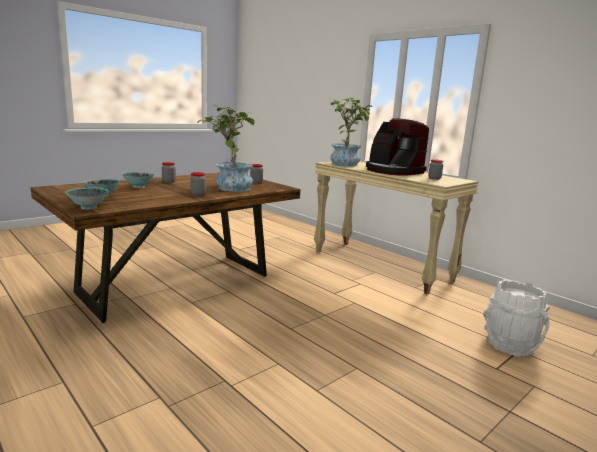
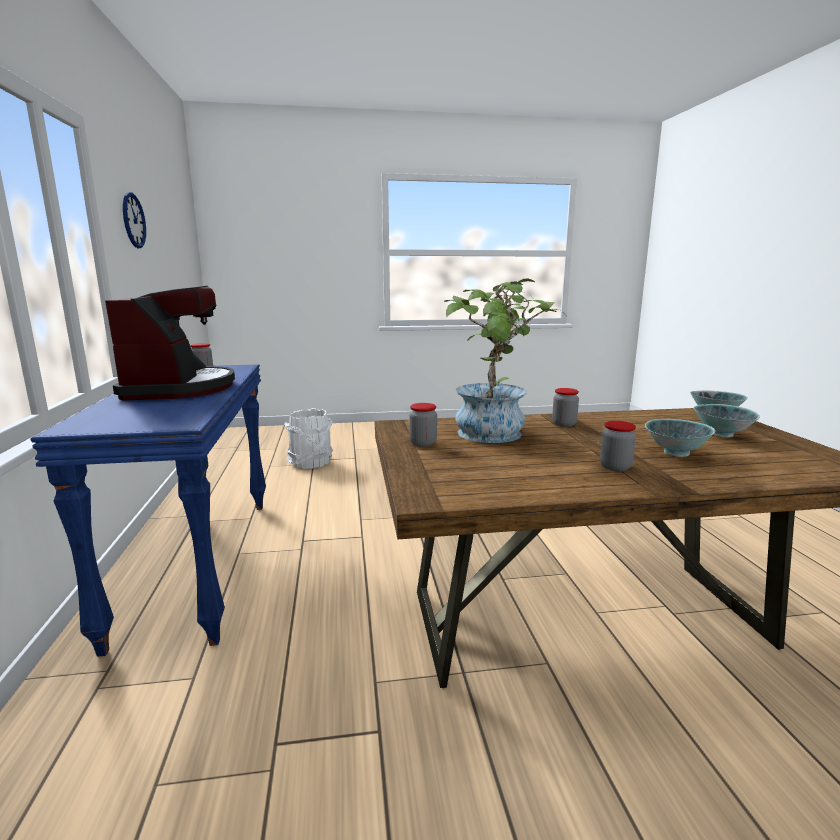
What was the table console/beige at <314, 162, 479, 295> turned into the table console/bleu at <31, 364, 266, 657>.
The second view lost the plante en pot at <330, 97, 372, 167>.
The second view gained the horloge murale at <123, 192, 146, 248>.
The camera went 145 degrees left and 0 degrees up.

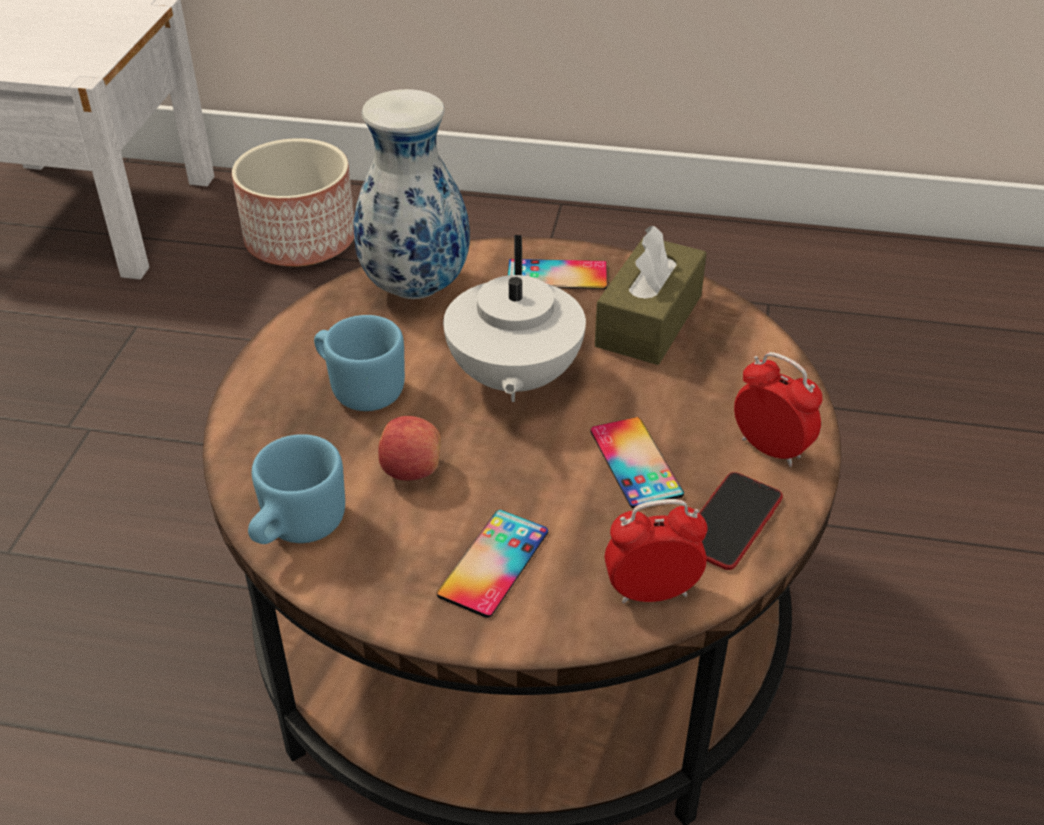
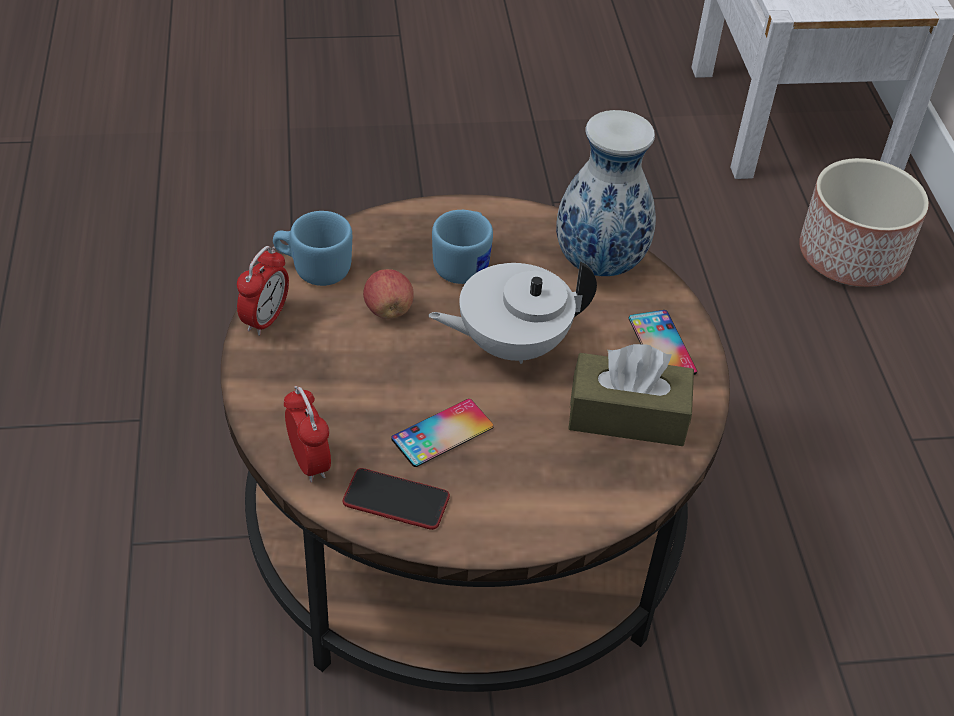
The second view lost the téléphone at <437, 510, 548, 618>.
The réveil ended up elsewhere, having gone from <734, 352, 823, 467> to <237, 246, 289, 336>.
The camera went 70 degrees right and 5 degrees up.

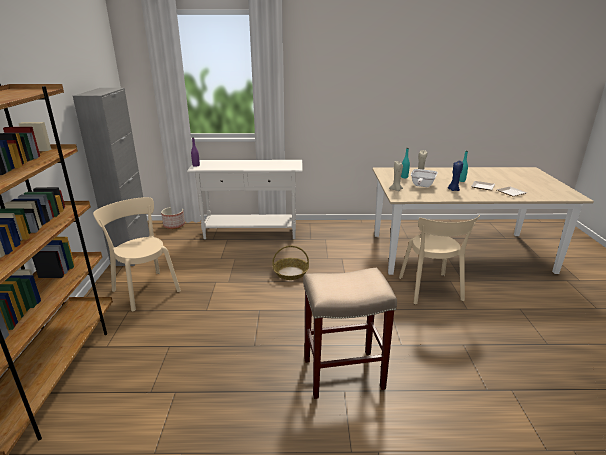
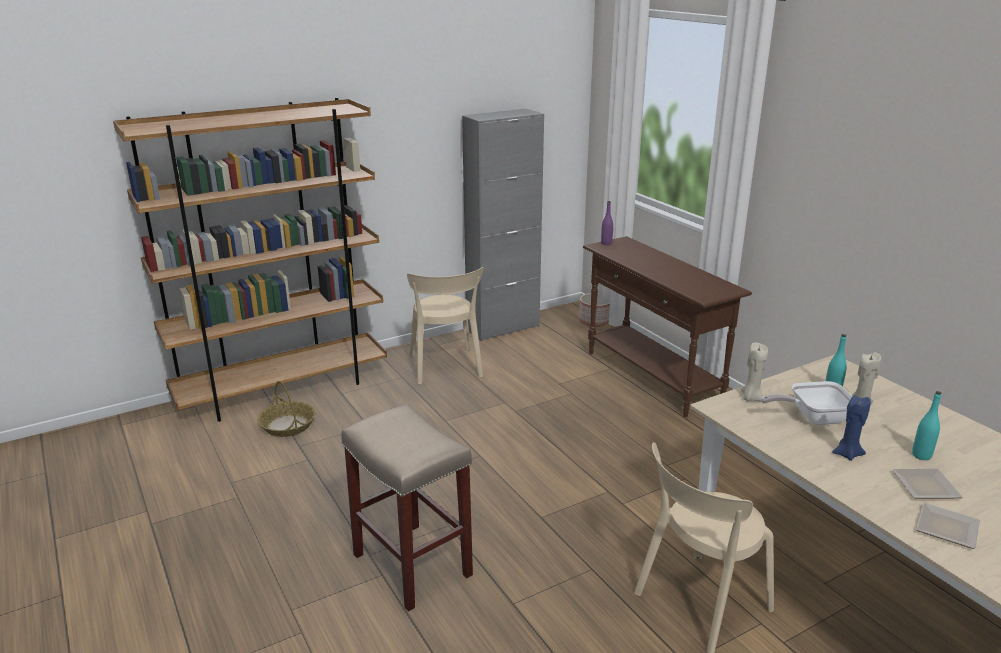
The chaise/beige at <93, 197, 181, 312> ended up facing another way, 150 degrees clockwise from before.
What was the table console/blanc at <187, 160, 303, 239> turned into the table console/marron at <583, 236, 752, 417>.
The panier ended up elsewhere, having gone from <272, 246, 309, 280> to <257, 381, 315, 437>.
The camera went 60 degrees right and 0 degrees up.

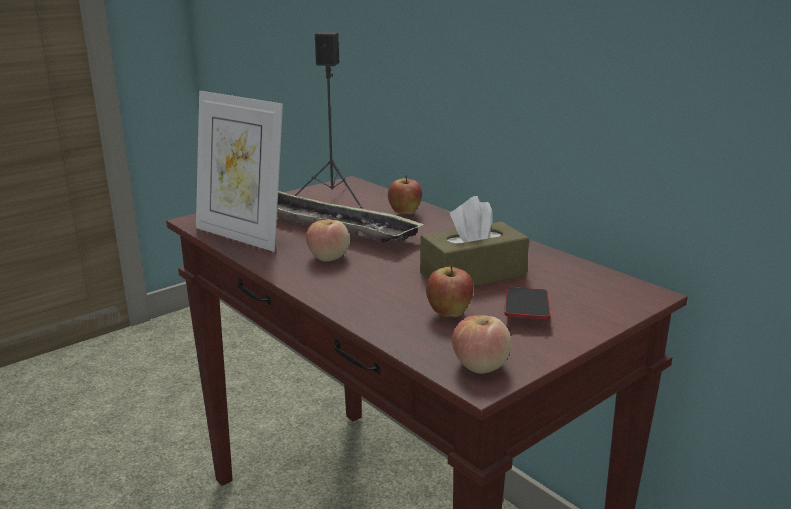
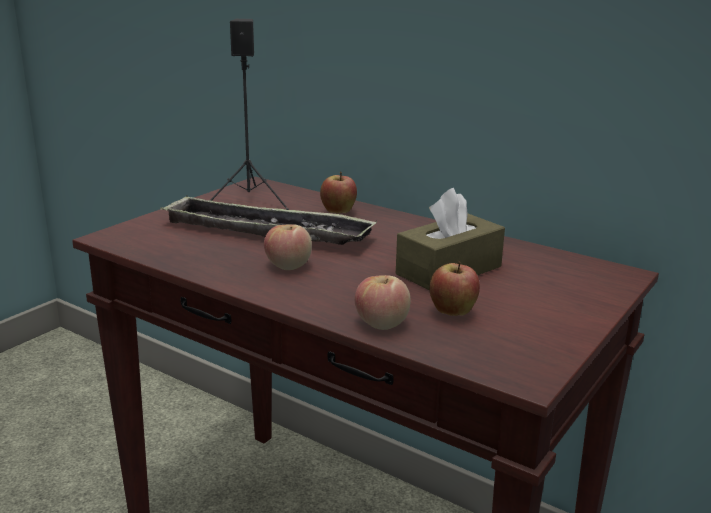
The second view lost the cadre photo at <196, 91, 283, 252>.
The pomme ended up elsewhere, having gone from <452, 315, 511, 374> to <355, 275, 411, 330>.
The second view lost the téléphone at <504, 287, 551, 319>.
The camera went 15 degrees left and 0 degrees up.

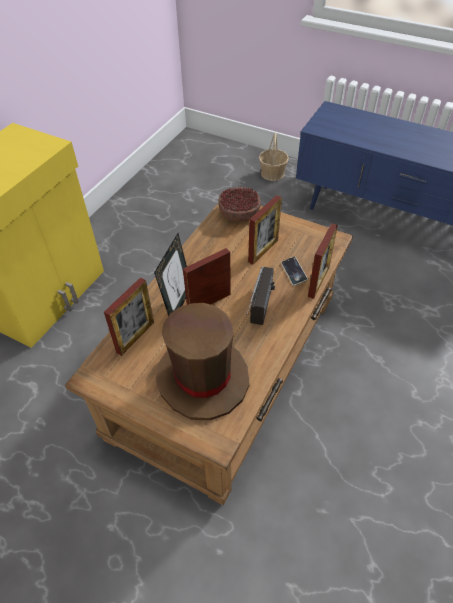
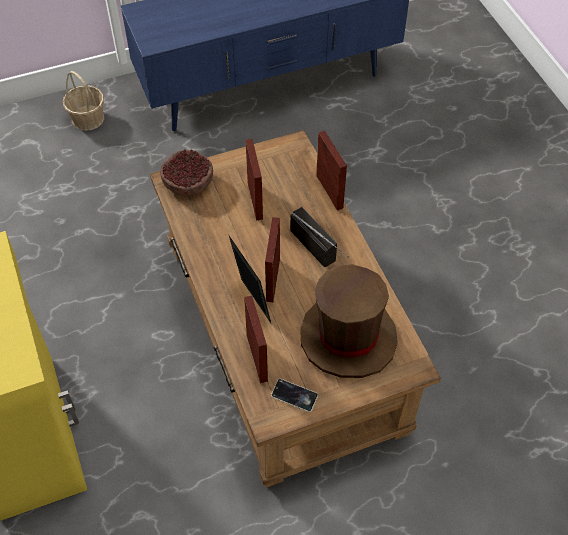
The téléphone ended up elsewhere, having gone from <281, 256, 308, 286> to <271, 378, 318, 412>.
The camera went 50 degrees left and 5 degrees up.

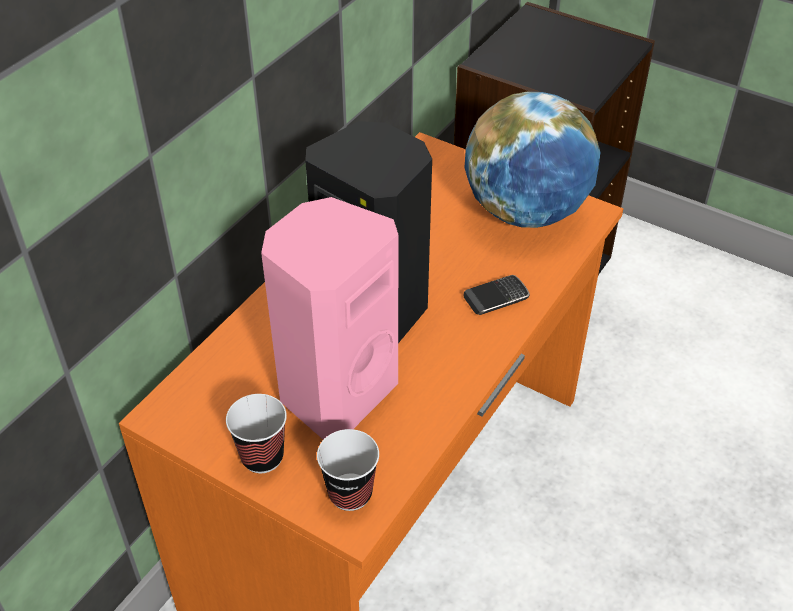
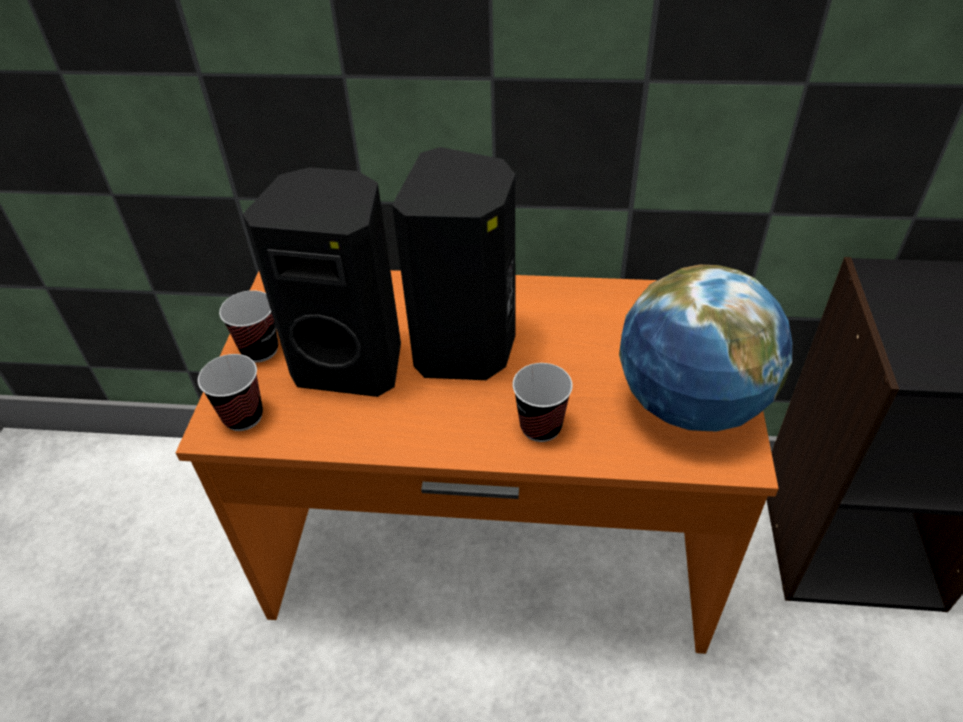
What was the enceinte/rose at <261, 197, 398, 439> turned into the enceinte/noir at <242, 167, 401, 397>.
Where the téléphone stood at <464, 275, 530, 315>, the tasse came to stand at <512, 363, 573, 442>.
The camera went 65 degrees right and 0 degrees up.

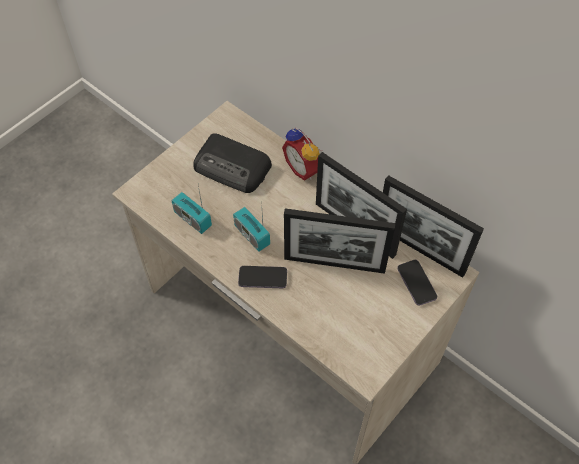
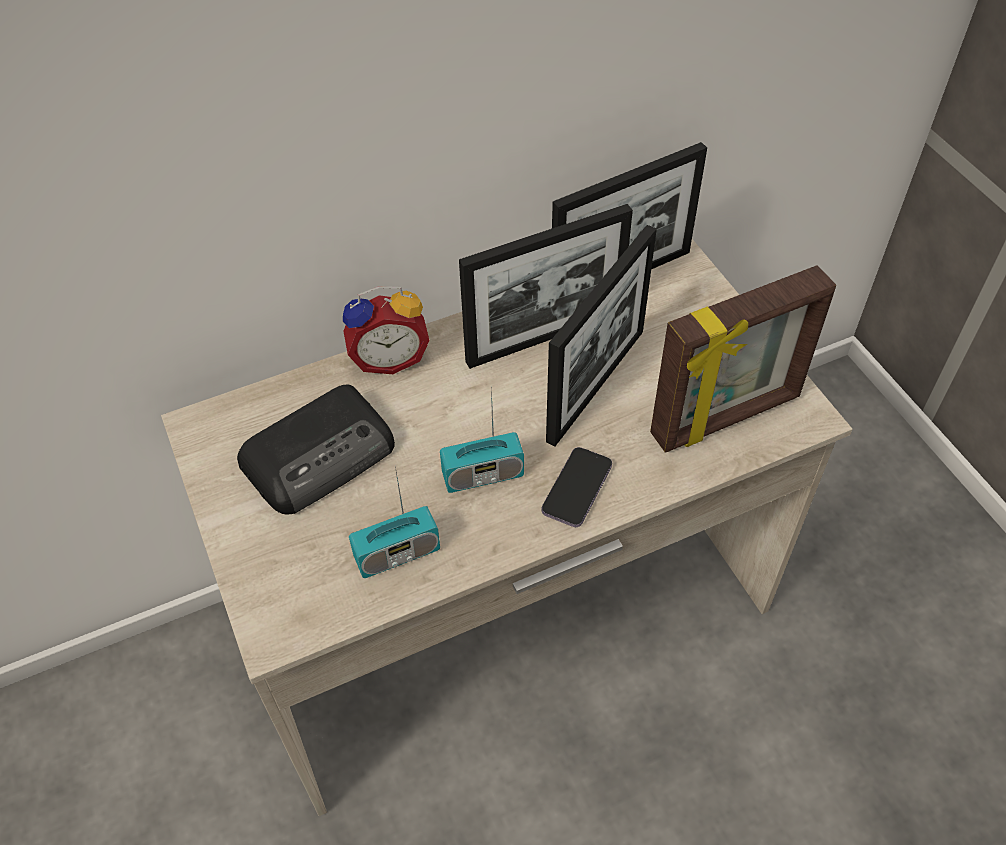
The second view lost the téléphone at <397, 260, 437, 306>.
The second view gained the cadre photo at <650, 265, 836, 453>.
The camera went 65 degrees left and 5 degrees down.

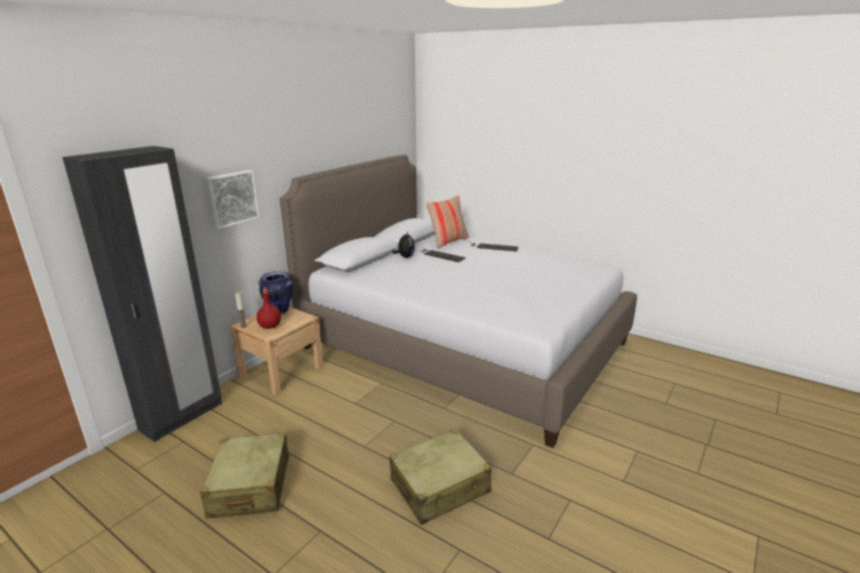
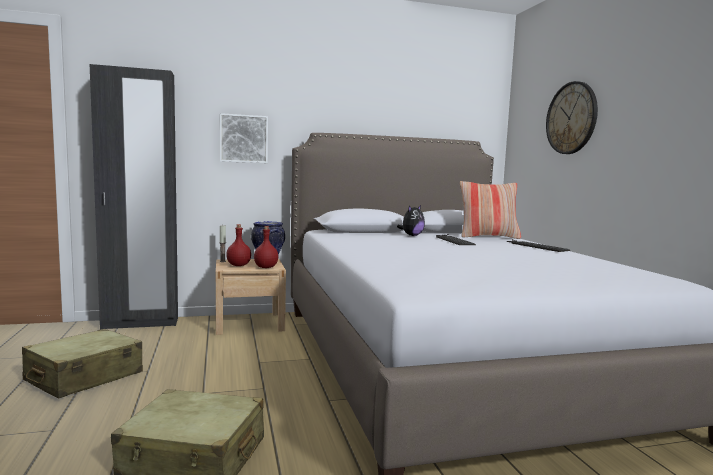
The second view gained the bouteille/rouge at <254, 226, 278, 268>.
The second view gained the horloge murale at <546, 81, 598, 154>.
The camera went 40 degrees right and 15 degrees down.

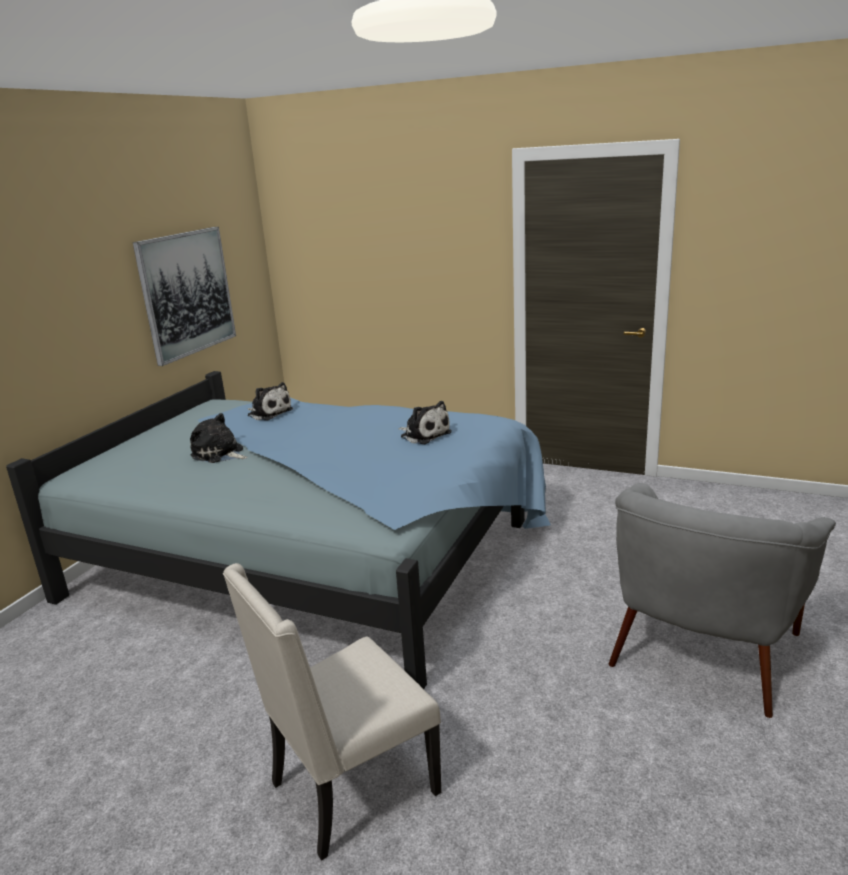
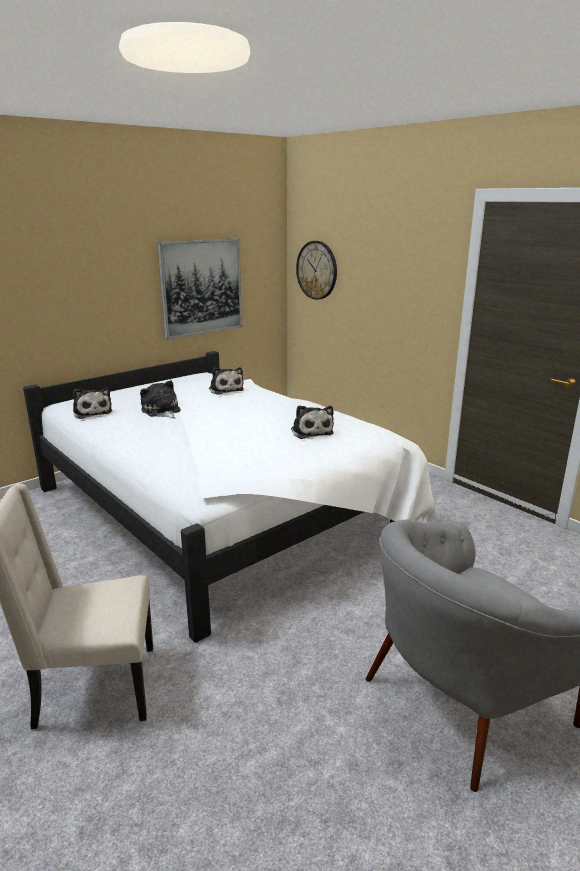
What was the lit/bleu at <6, 371, 551, 689> turned into the lit/blanc at <23, 351, 436, 643>.
The second view gained the peluche at <73, 388, 112, 419>.
The second view gained the horloge murale at <296, 241, 337, 300>.
The camera went 25 degrees right and 0 degrees up.

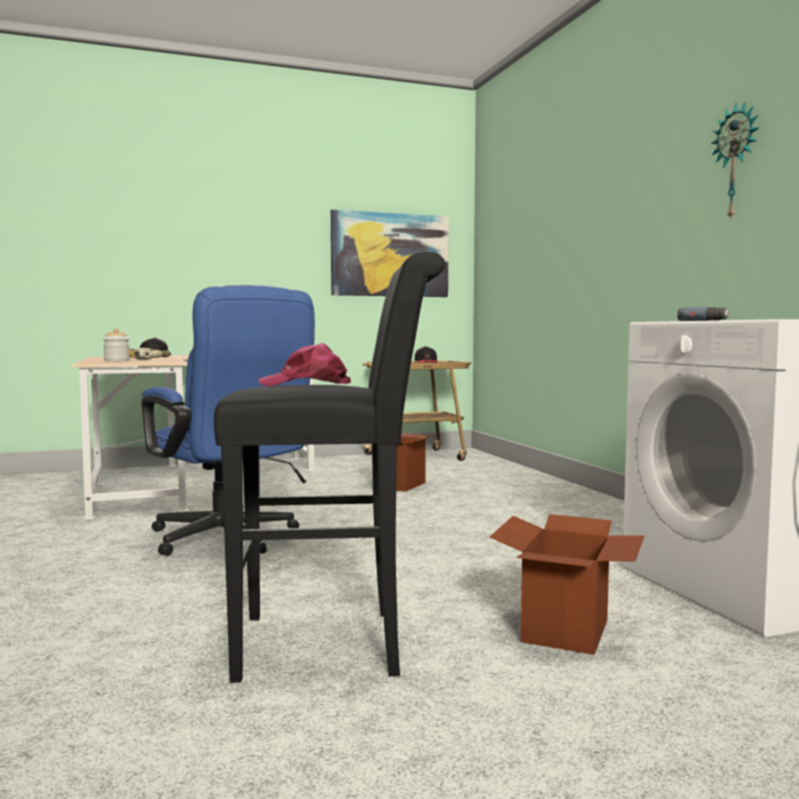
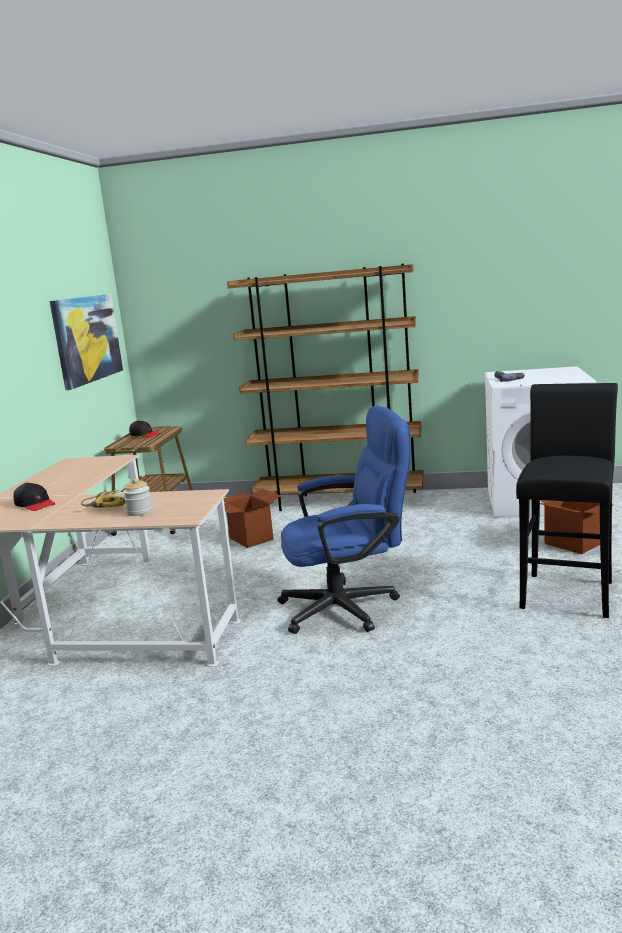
The second view lost the casquette/rose at <258, 343, 351, 386>.
The second view lost the horloge murale at <711, 102, 760, 221>.
The second view gained the bibliothèque/marron at <227, 264, 424, 511>.
The camera went 60 degrees left and 10 degrees up.

